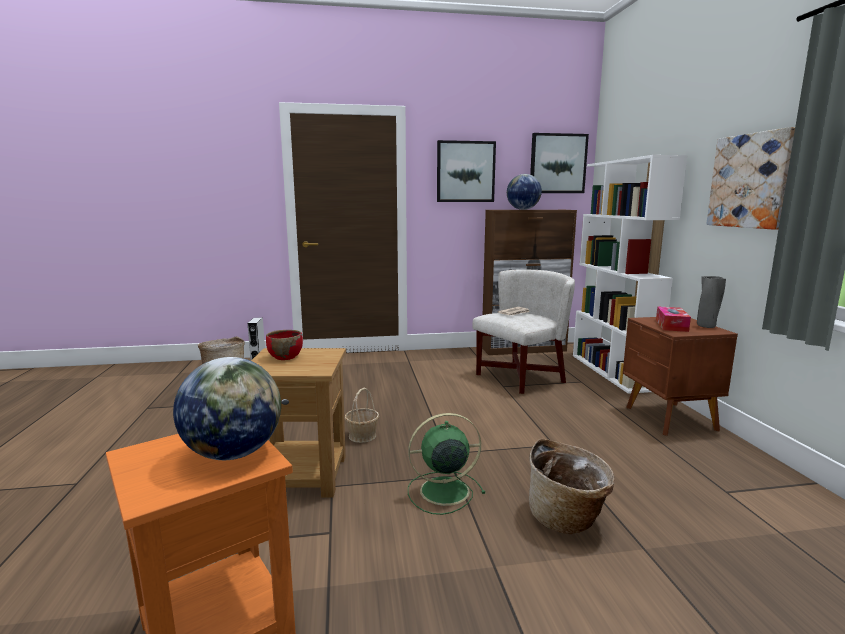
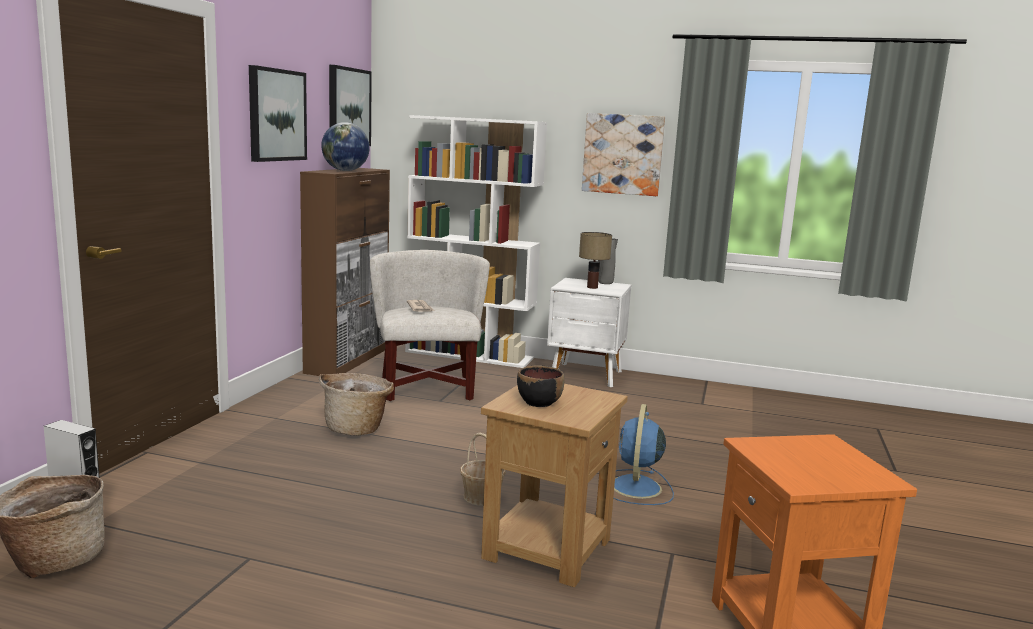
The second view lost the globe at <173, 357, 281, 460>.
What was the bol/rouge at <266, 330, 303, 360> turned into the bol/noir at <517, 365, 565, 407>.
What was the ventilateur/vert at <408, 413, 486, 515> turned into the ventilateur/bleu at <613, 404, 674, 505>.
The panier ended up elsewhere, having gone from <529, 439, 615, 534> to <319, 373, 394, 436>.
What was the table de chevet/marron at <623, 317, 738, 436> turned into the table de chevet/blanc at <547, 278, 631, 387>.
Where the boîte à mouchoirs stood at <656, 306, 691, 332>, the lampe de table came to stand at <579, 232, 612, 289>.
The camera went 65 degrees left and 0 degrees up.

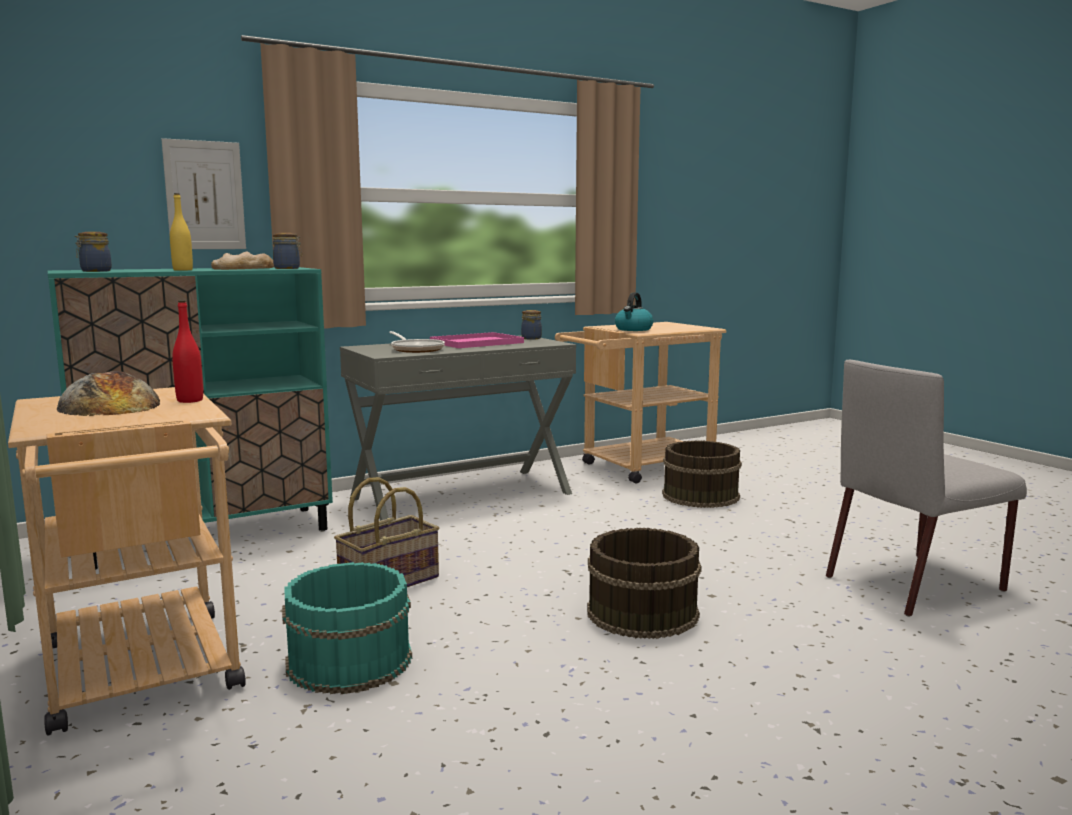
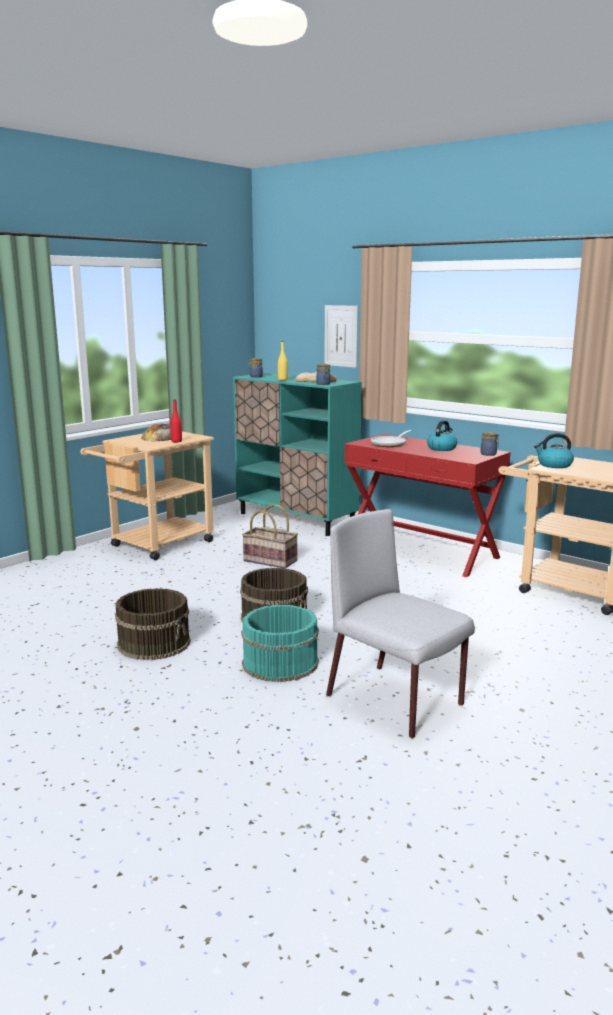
The seau/turquoise ended up elsewhere, having gone from <282, 562, 412, 694> to <241, 605, 319, 682>.
What was the table console/gris at <340, 335, 576, 521> turned into the table console/rouge at <344, 434, 511, 577>.
Where the plateau/rose stood at <430, 332, 524, 348>, the bouilloire came to stand at <427, 420, 457, 451>.
The seau/marron ended up elsewhere, having gone from <662, 440, 742, 508> to <115, 588, 191, 660>.
The camera went 70 degrees right and 5 degrees up.

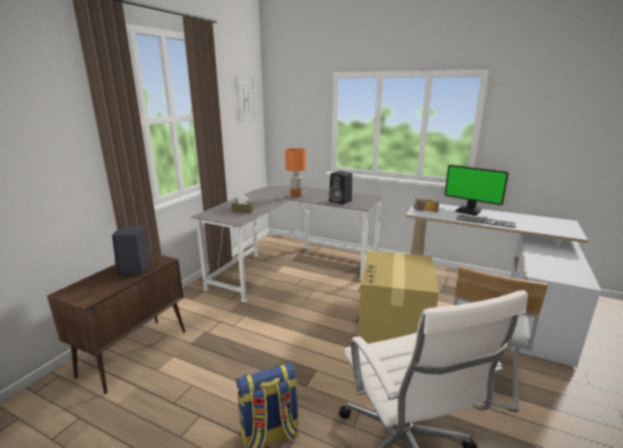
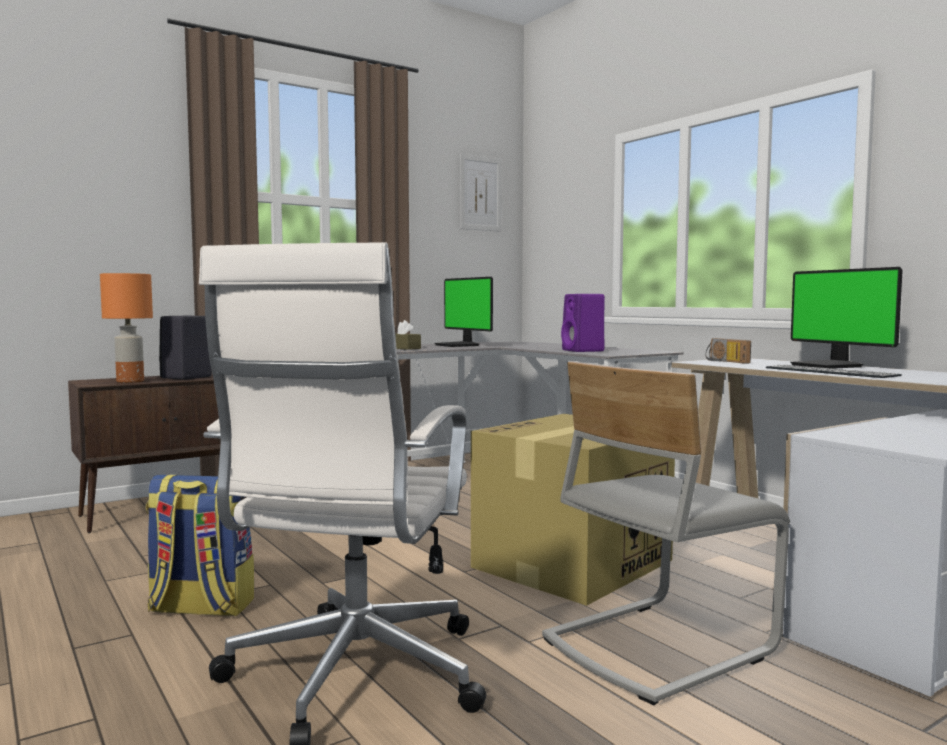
The lampe de table/orange ended up elsewhere, having gone from <285, 148, 306, 197> to <100, 273, 153, 383>.
What was the enceinte/noir at <329, 171, 352, 205> turned into the enceinte/violet at <561, 294, 605, 352>.
The second view gained the écran d'ordinateur at <435, 277, 493, 347>.
The camera went 30 degrees right and 15 degrees down.

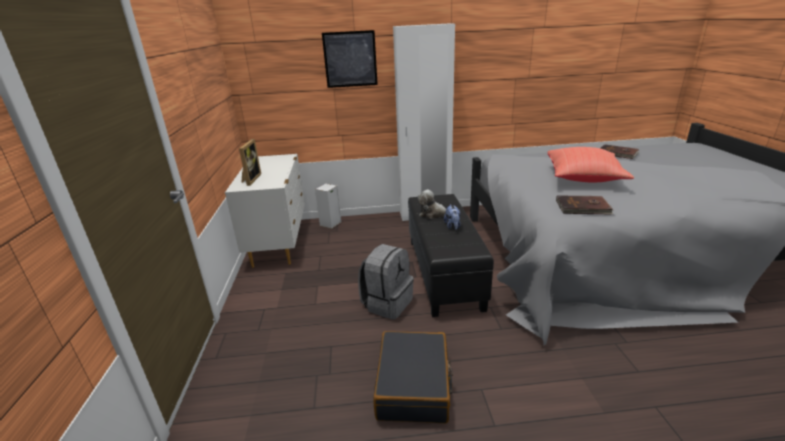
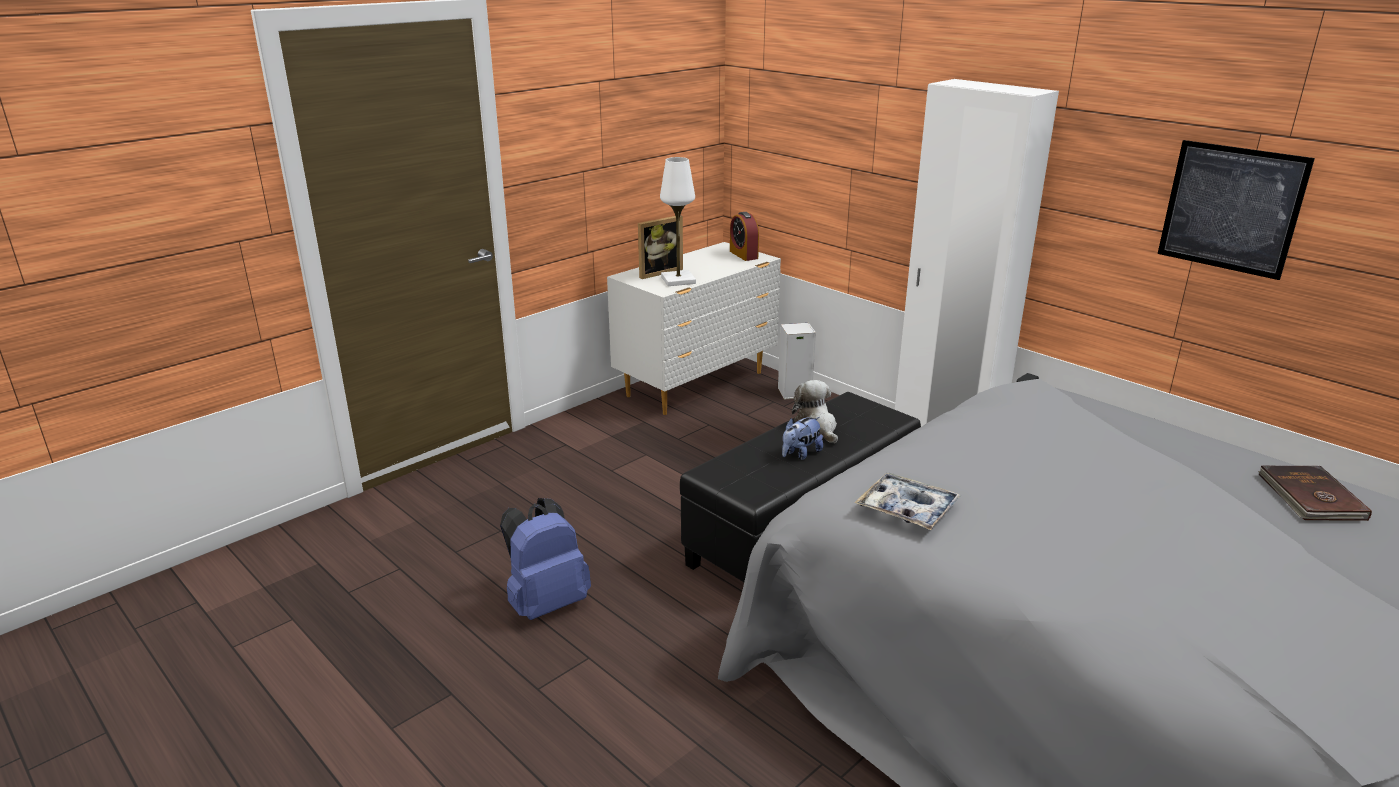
The tableau ended up elsewhere, having gone from <322, 30, 378, 88> to <1158, 140, 1315, 280>.
The second view lost the sac à dos/gris at <358, 244, 414, 320>.
Where the valise/noir stood at <373, 331, 453, 423>, the sac à dos/bleu came to stand at <500, 498, 591, 620>.
The second view lost the coussin/rouge at <547, 147, 634, 182>.
Where the livre/marron stood at <556, 196, 614, 215>, the plateau came to stand at <854, 473, 961, 530>.
The second view gained the lampe de table/blanc at <660, 157, 696, 286>.
The second view gained the réveil at <730, 212, 759, 261>.
The camera went 50 degrees right and 0 degrees up.

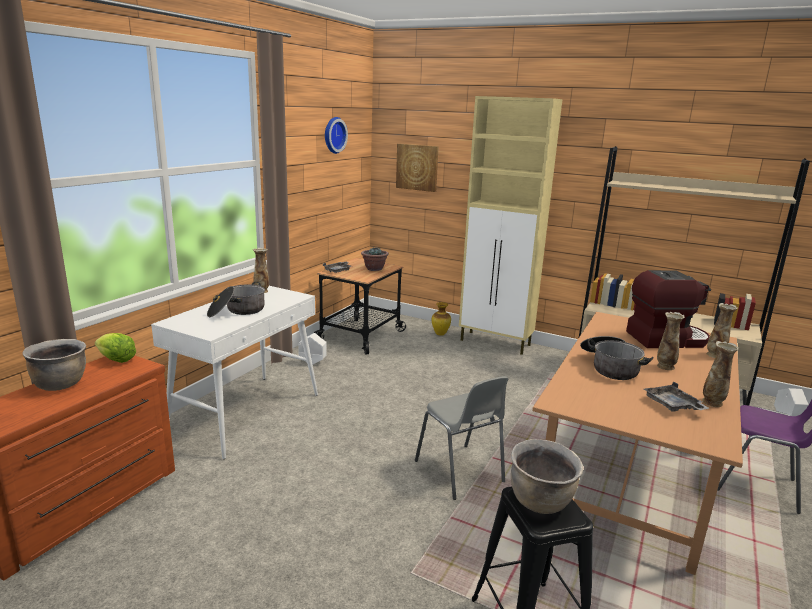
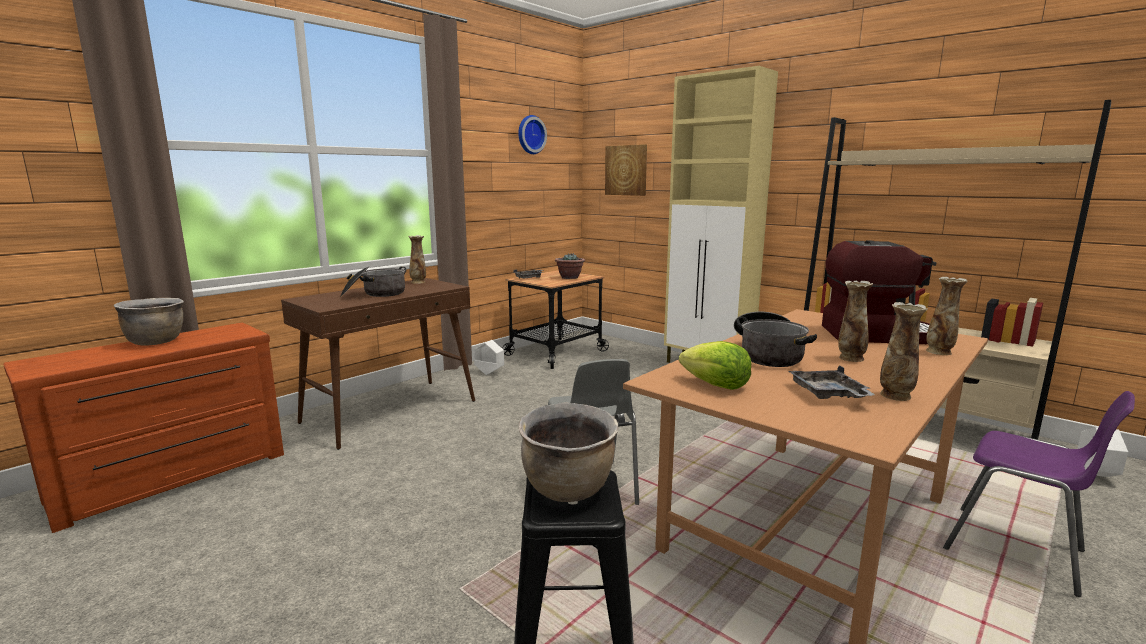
The laitue ended up elsewhere, having gone from <95, 333, 136, 363> to <679, 341, 751, 390>.
What was the table console/blanc at <151, 286, 318, 459> turned into the table console/marron at <281, 278, 475, 450>.
The second view lost the vase at <431, 302, 451, 336>.
The camera went 15 degrees right and 5 degrees down.

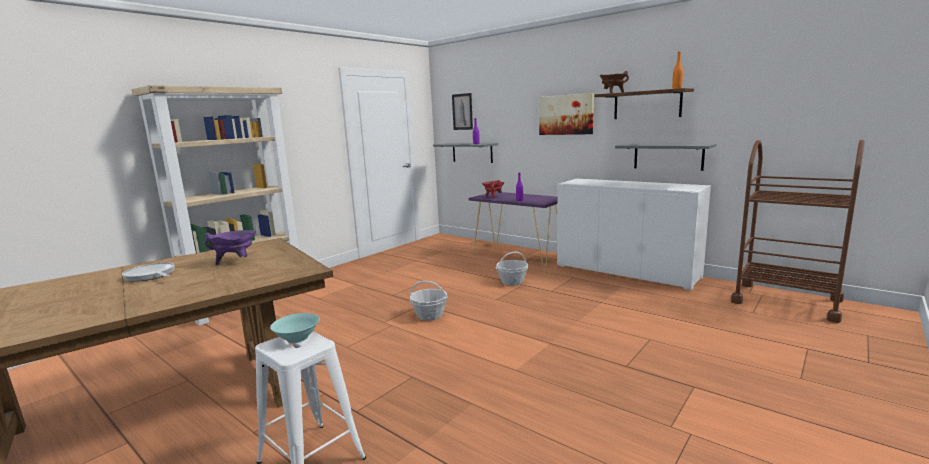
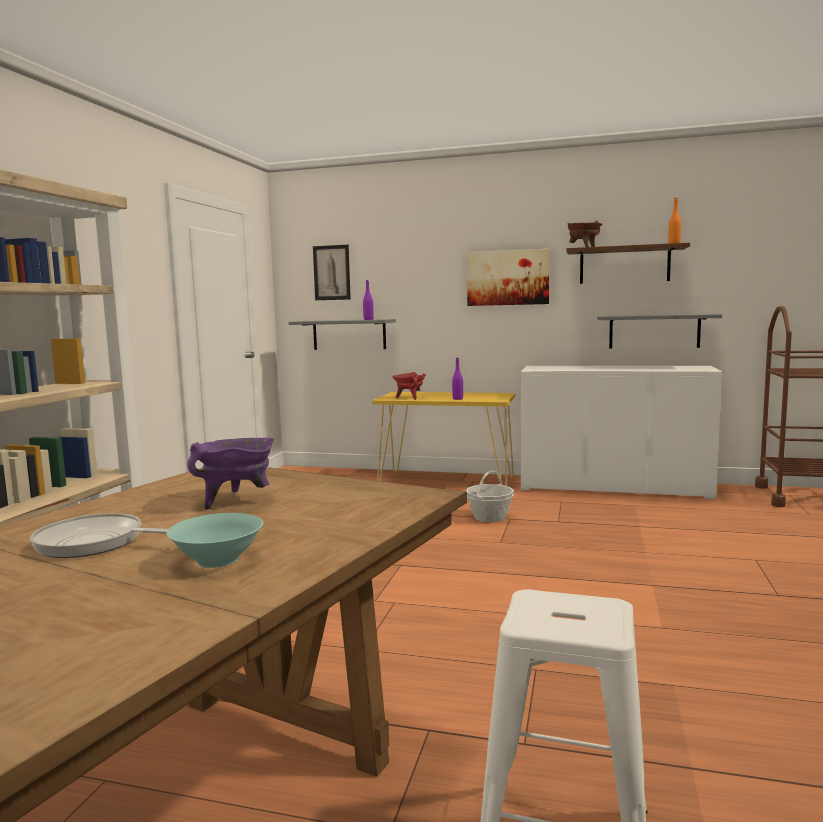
The bol/turquoise ended up elsewhere, having gone from <270, 313, 320, 343> to <167, 513, 263, 568>.
The second view lost the panier at <410, 281, 448, 321>.
What was the table console/violet at <469, 192, 557, 267> turned into the table console/jaune at <372, 392, 515, 486>.
The camera went 25 degrees left and 5 degrees down.

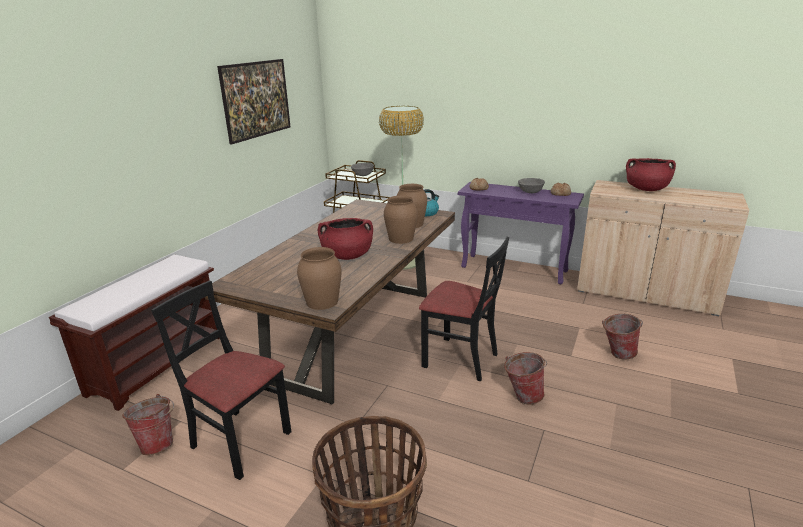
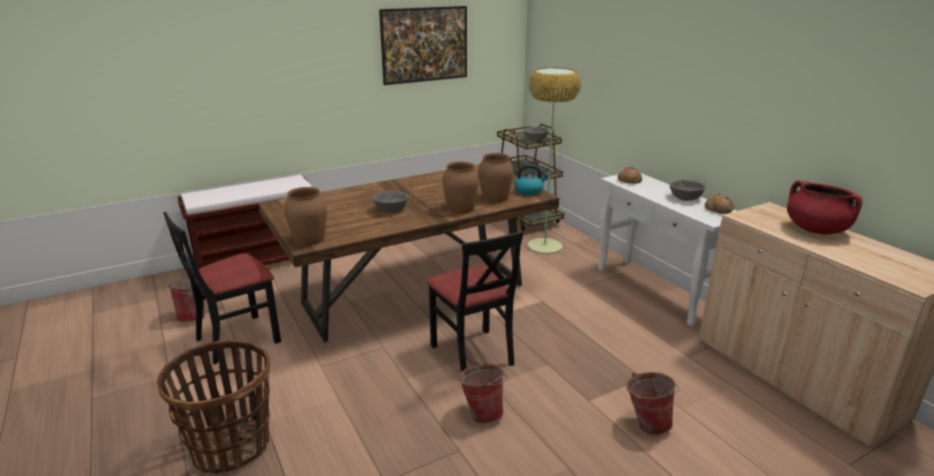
The chaise/noir at <151, 281, 291, 480> ended up facing another way, 105 degrees counterclockwise from before.
Where the marmite/rouge stood at <318, 218, 373, 260>, the bol/gris came to stand at <373, 191, 408, 213>.
What was the table console/violet at <458, 182, 584, 285> turned into the table console/blanc at <598, 173, 736, 326>.
The camera went 35 degrees right and 0 degrees up.

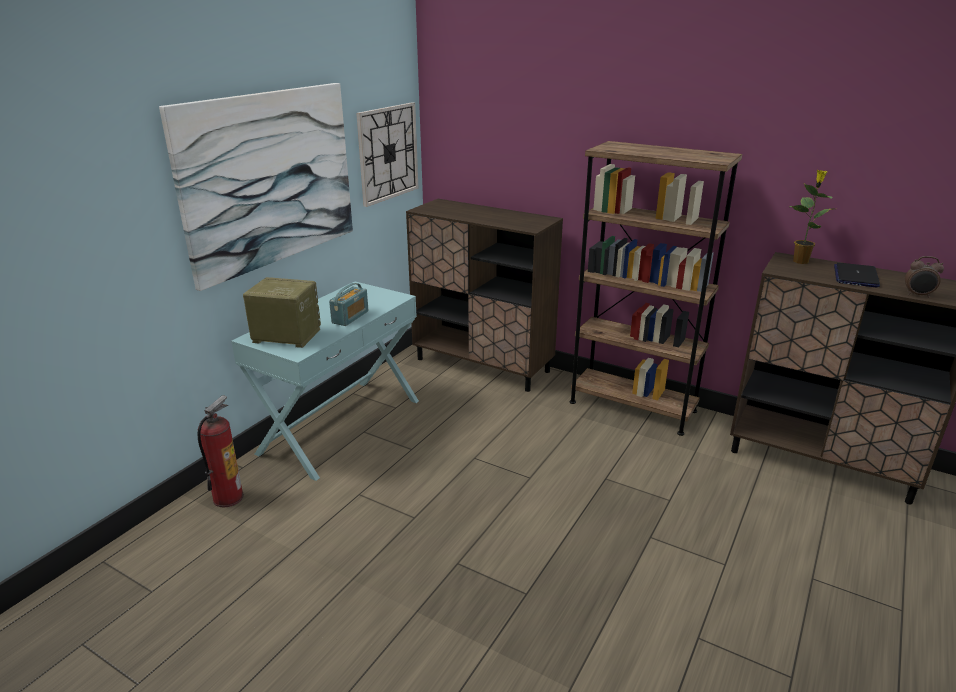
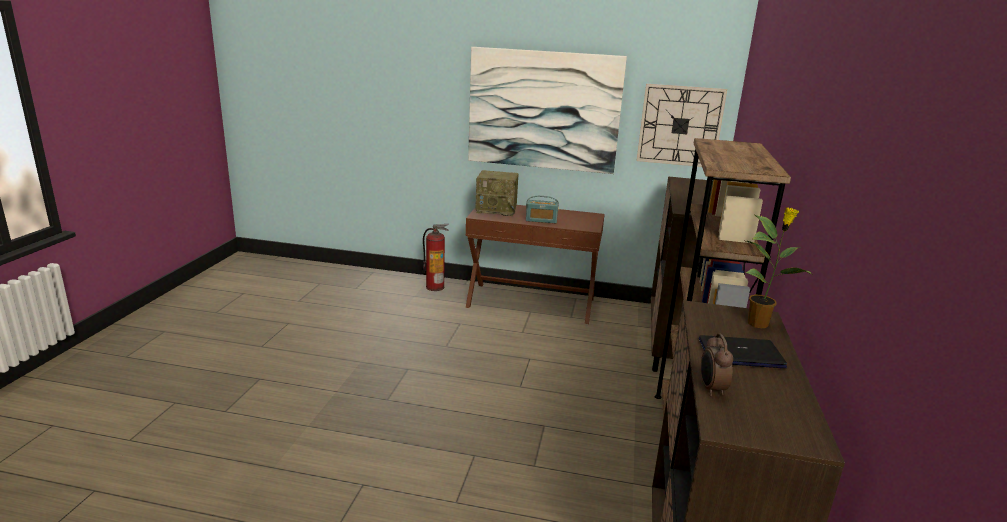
What was the table console/turquoise at <231, 282, 419, 481> turned into the table console/marron at <465, 205, 605, 324>.
The radio at <243, 277, 321, 348> ended up facing another way, 105 degrees clockwise from before.
The camera went 70 degrees right and 5 degrees down.

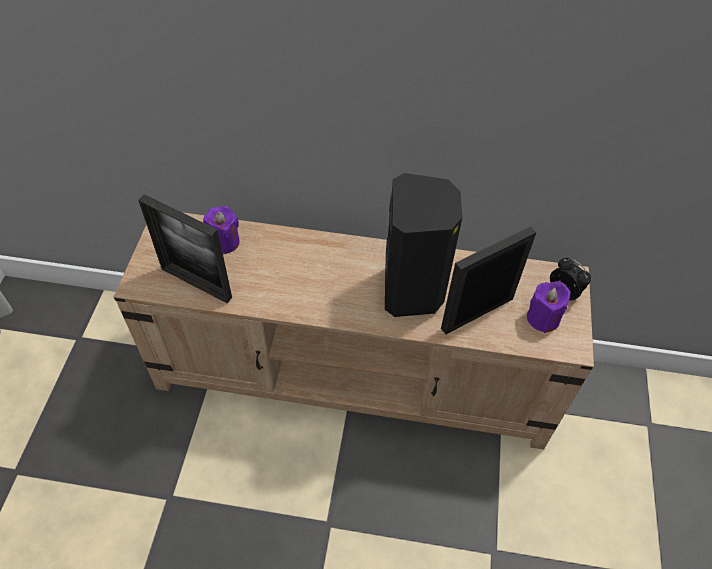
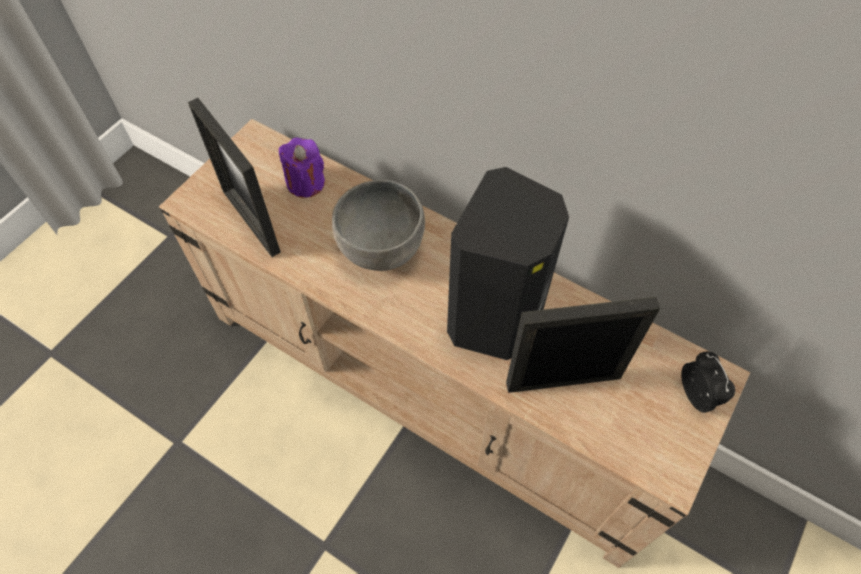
The second view lost the bougie/violet at <527, 281, 571, 333>.
The second view gained the bol/gris at <332, 180, 425, 271>.
The camera went 25 degrees right and 5 degrees up.

